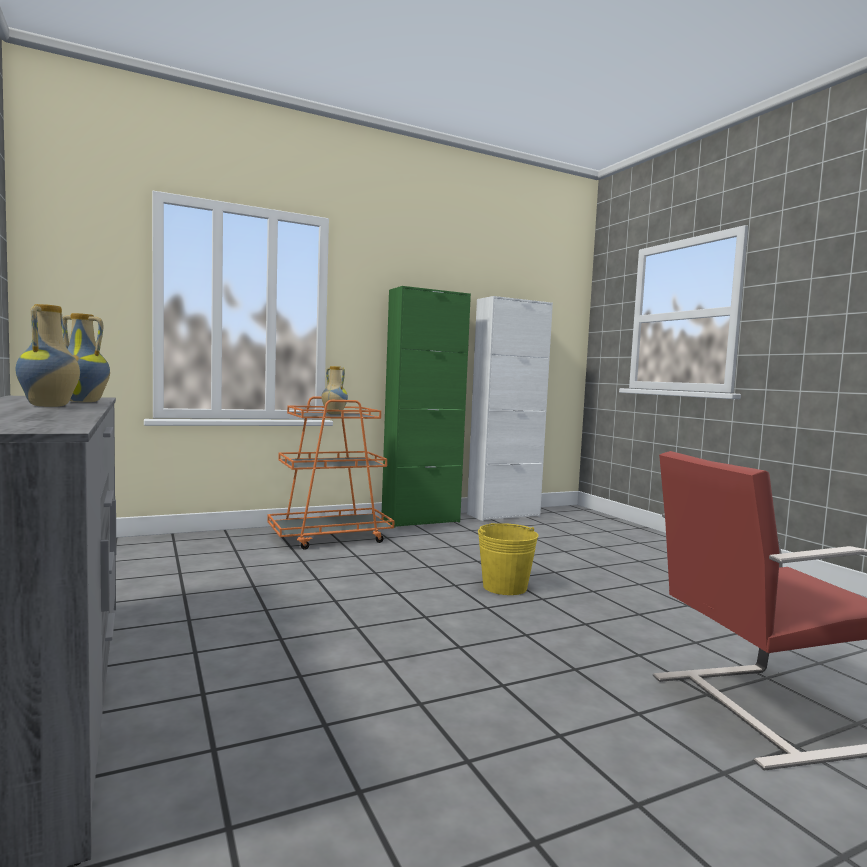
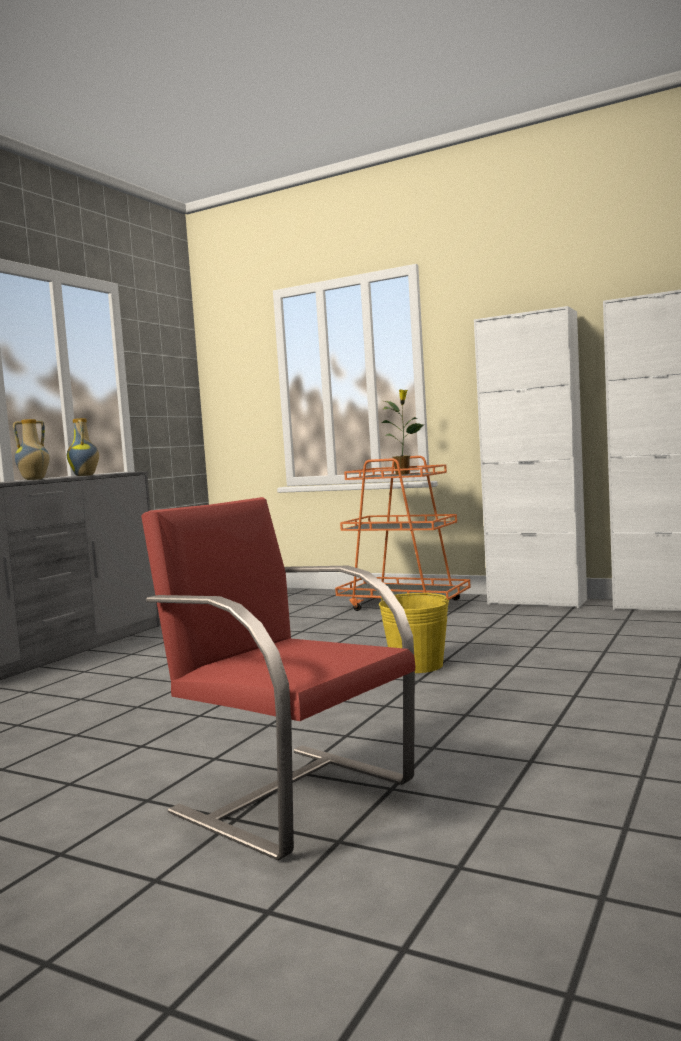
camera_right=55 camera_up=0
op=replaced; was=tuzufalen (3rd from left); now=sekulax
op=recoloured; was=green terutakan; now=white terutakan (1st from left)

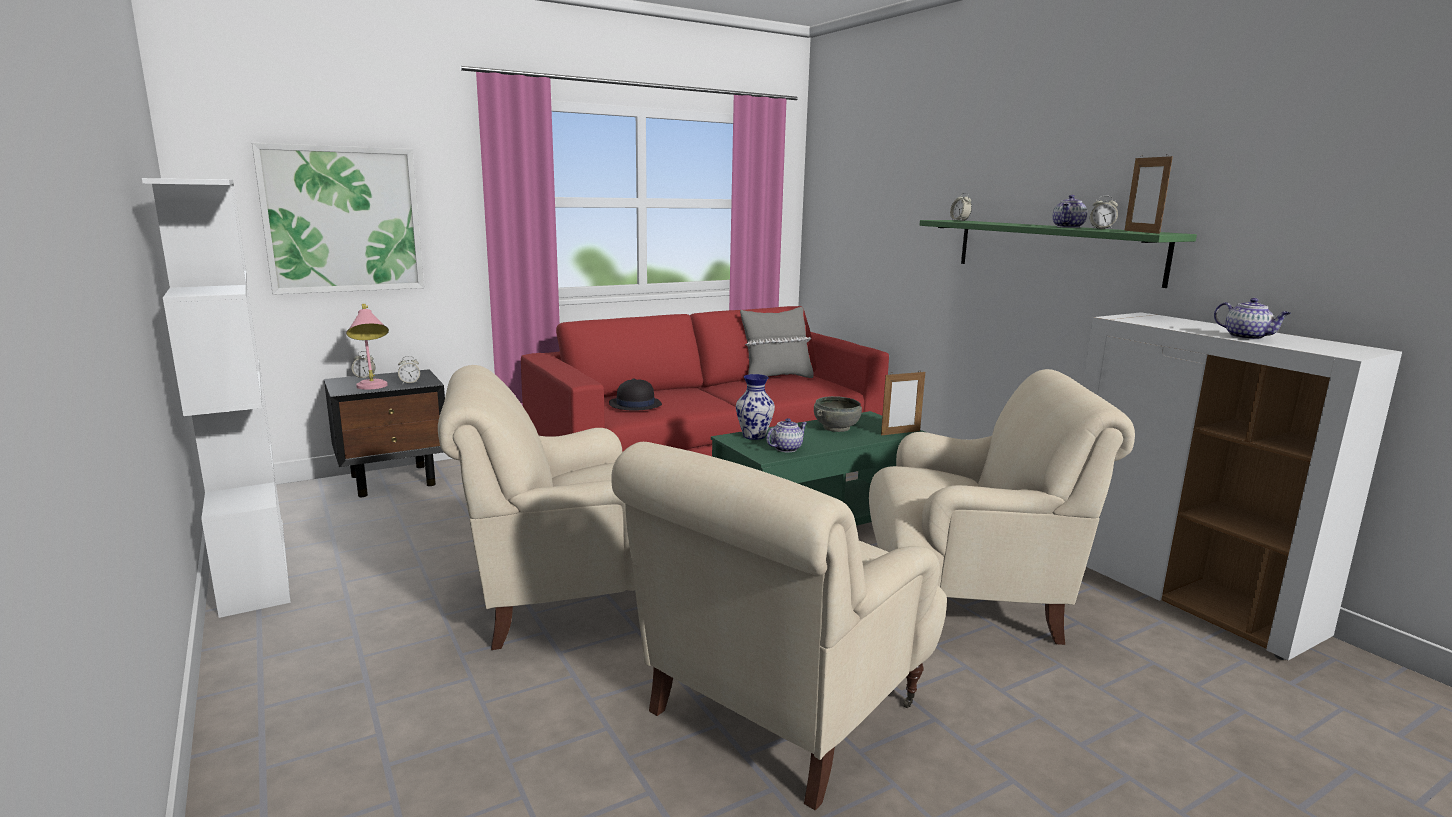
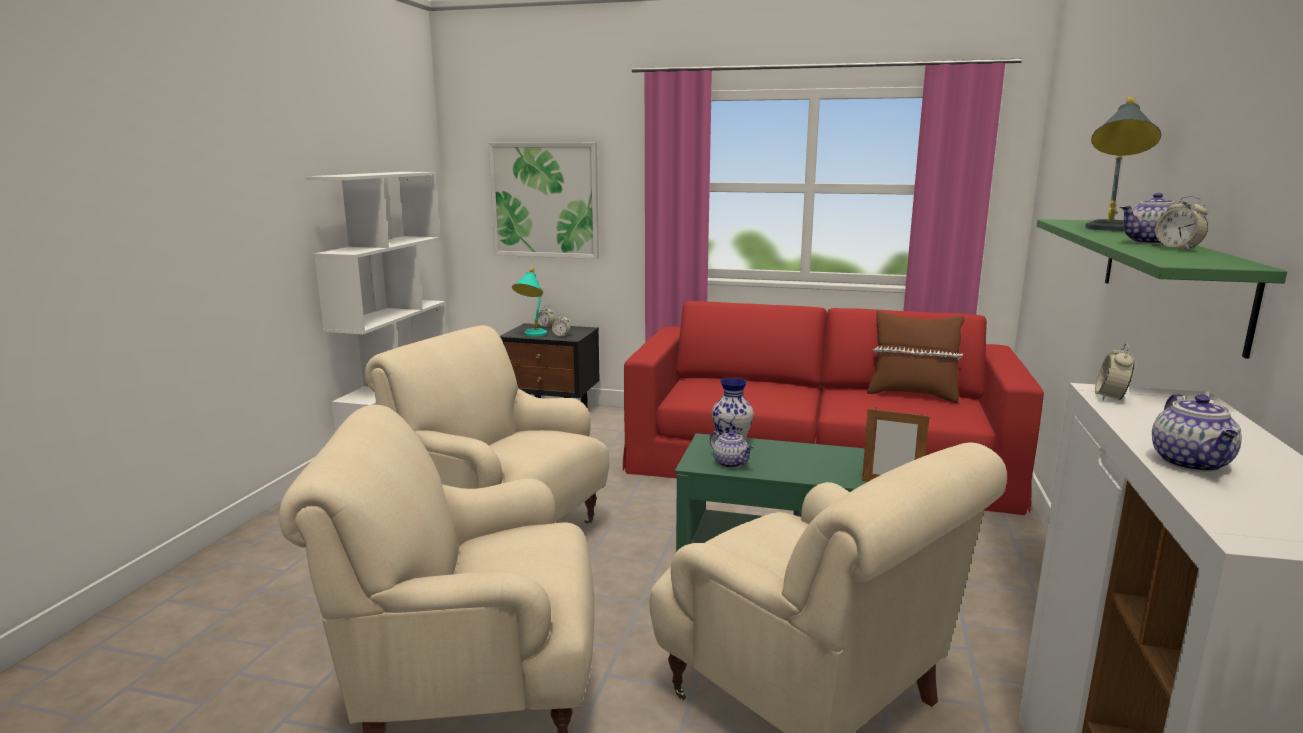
camera_right=45 camera_up=0
op=recoloured; was=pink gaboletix; now=turquoise gaboletix
op=removed; was=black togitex
op=recoloured; was=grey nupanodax; now=brown nupanodax
op=turned; was=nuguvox (1st from left); clockwise=45
op=removed; was=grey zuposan
op=moved; was=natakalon (3rd from left)
op=removed; was=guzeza (2nd from left)
op=added; now=grey gaboletix

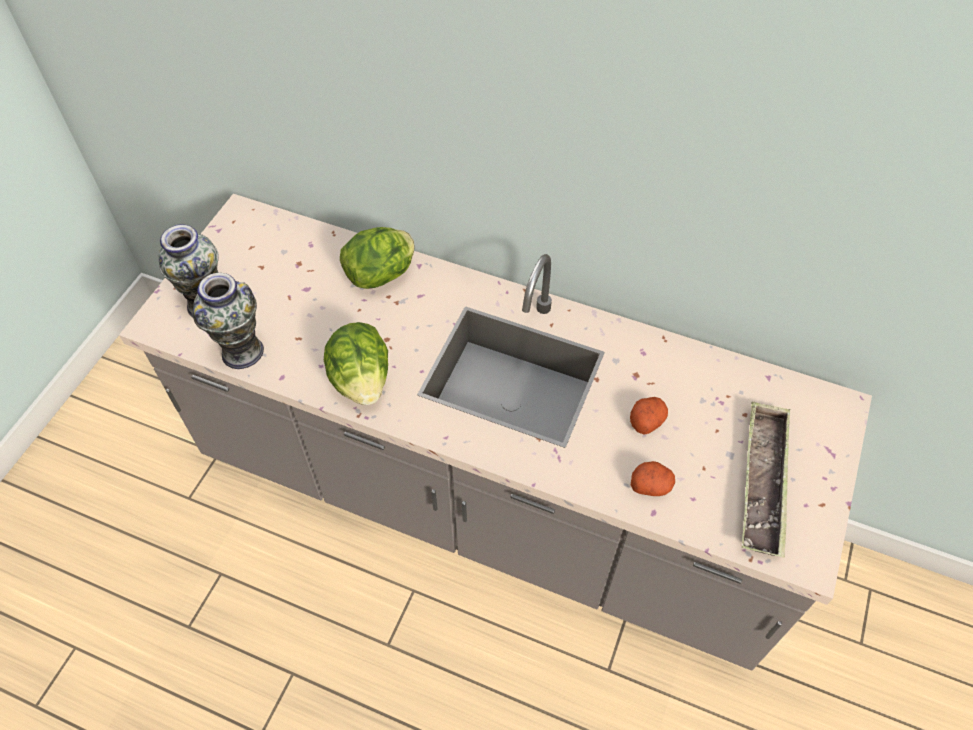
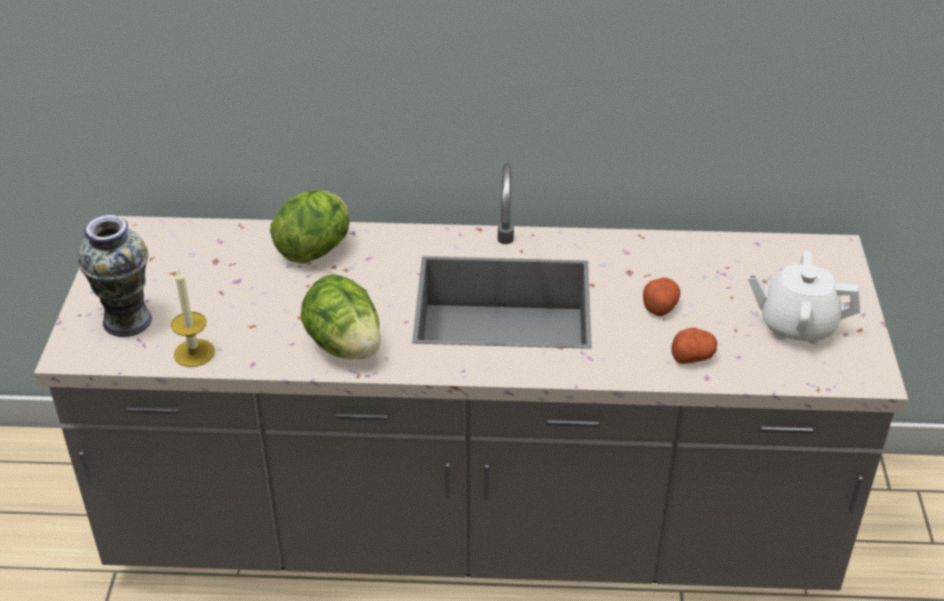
camera_right=-20 camera_up=-15
op=replaced; was=tuzufalen (2nd from left); now=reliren
op=replaced; was=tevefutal; now=white nuguvox

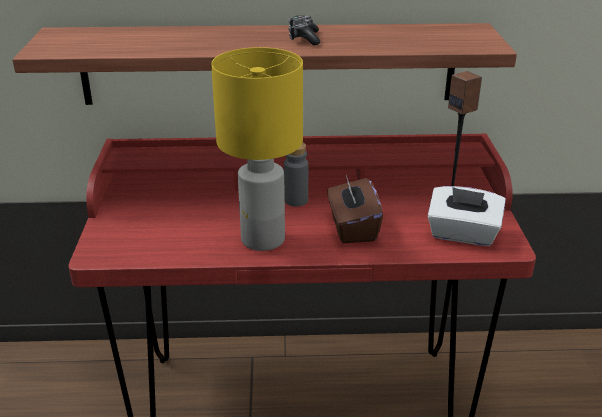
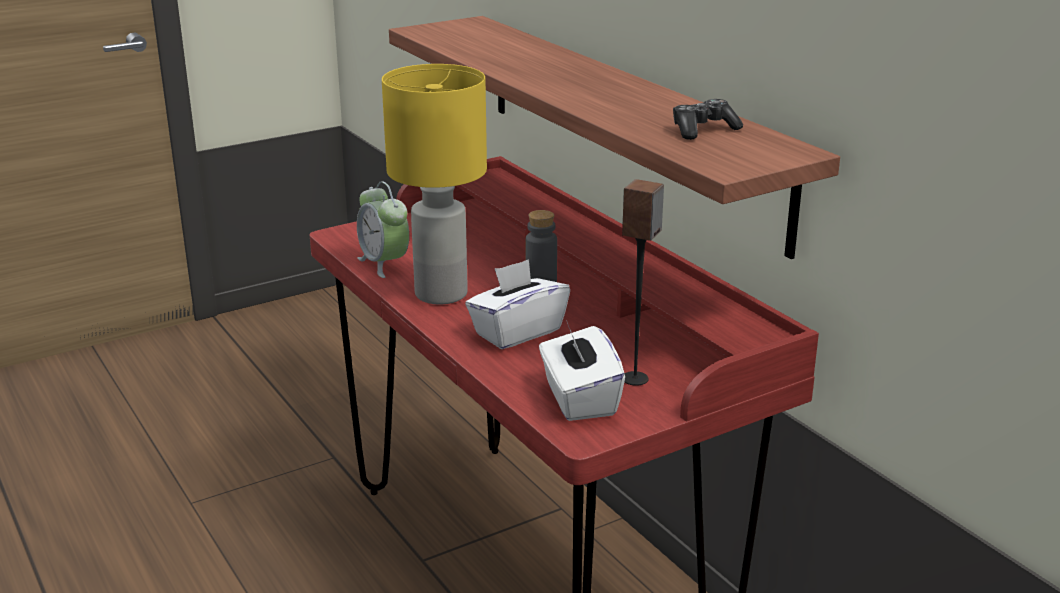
camera_right=60 camera_up=-5
op=moved; was=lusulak
op=recoloured; was=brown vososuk; now=white vososuk (1st from left)
op=added; now=natakalon

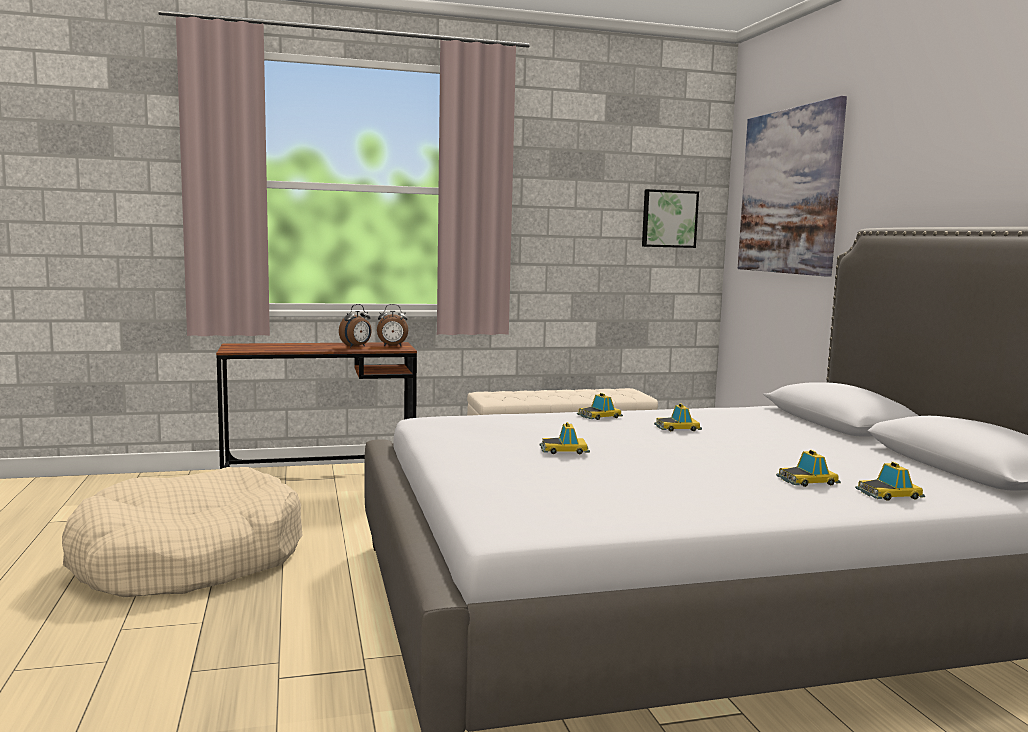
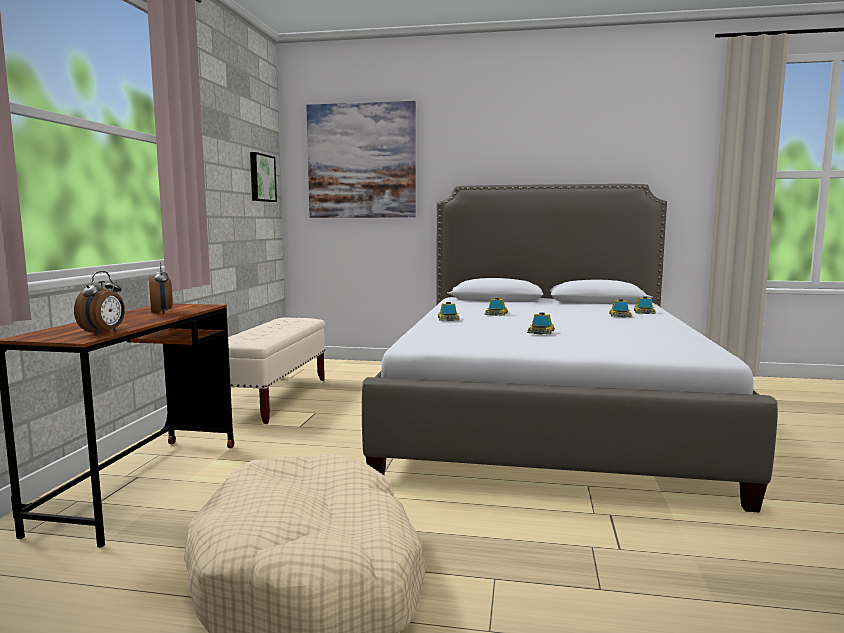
camera_right=-65 camera_up=0
op=moved; was=natakalon (2nd from left in the first image); now=natakalon (1st from left)

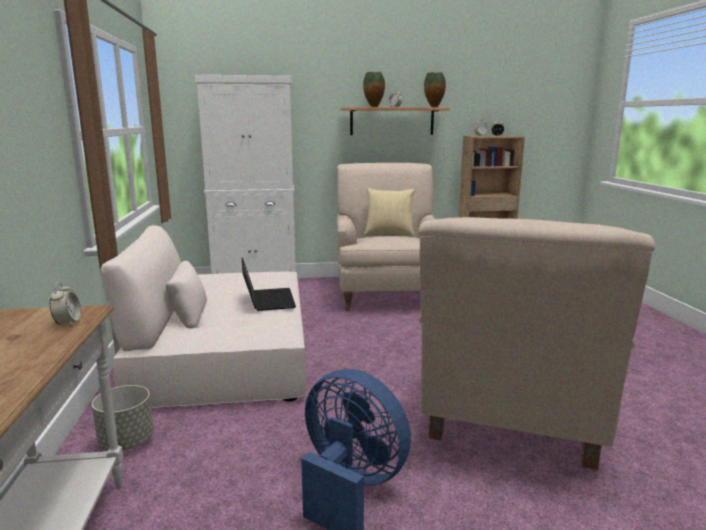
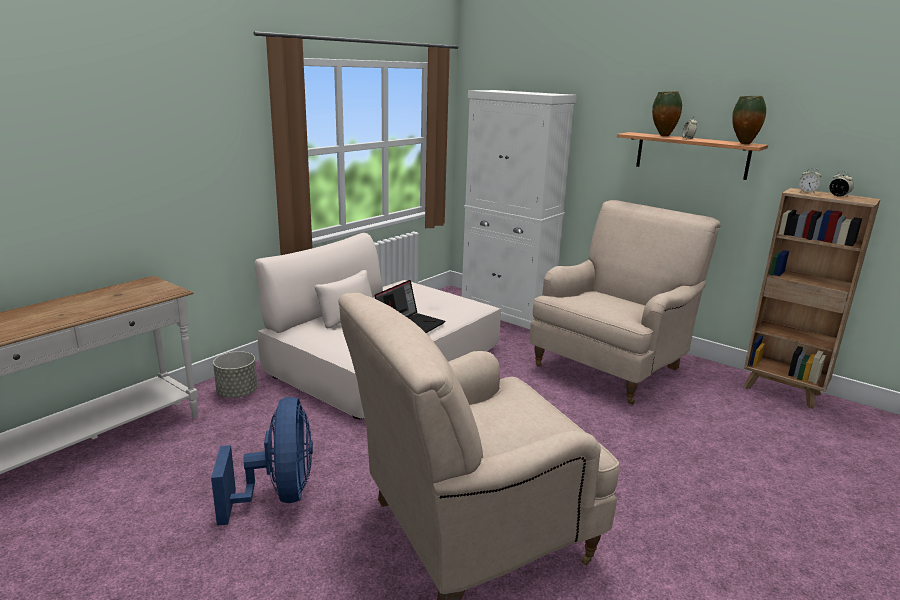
camera_right=45 camera_up=5
op=removed; was=natakalon (1st from left)
op=removed; was=nupanodax

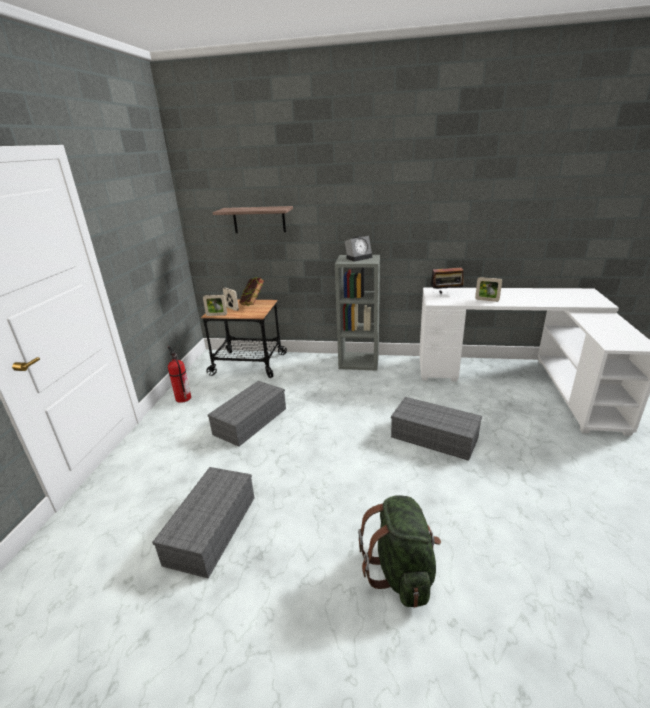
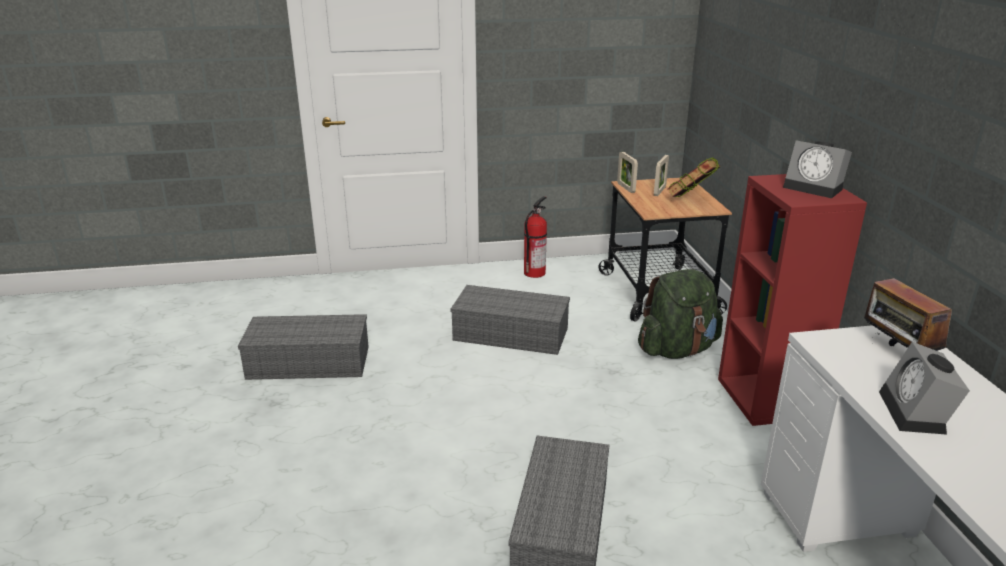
camera_right=70 camera_up=0
op=removed; was=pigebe
op=recoloured; was=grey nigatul; now=red nigatul
op=moved; was=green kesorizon
op=replaced; was=guzeza (3rd from left); now=natakalon (2nd from left)

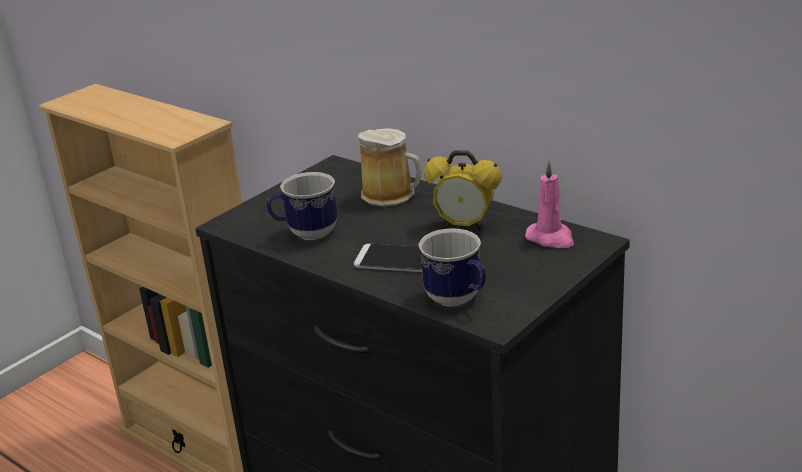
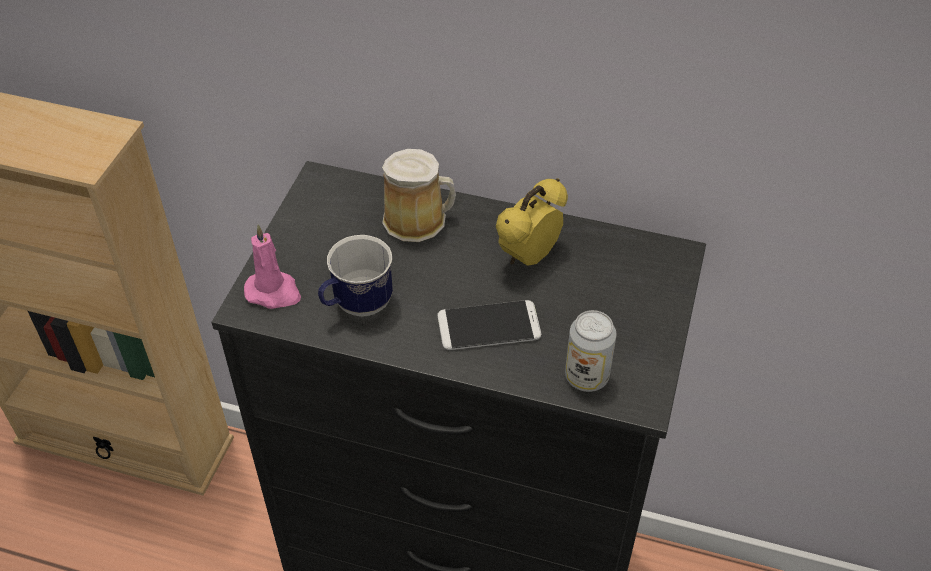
camera_right=-25 camera_up=20
op=replaced; was=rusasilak (3rd from left); now=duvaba
op=turned; was=natakalon; clockwise=135
op=moved; was=pink reliren

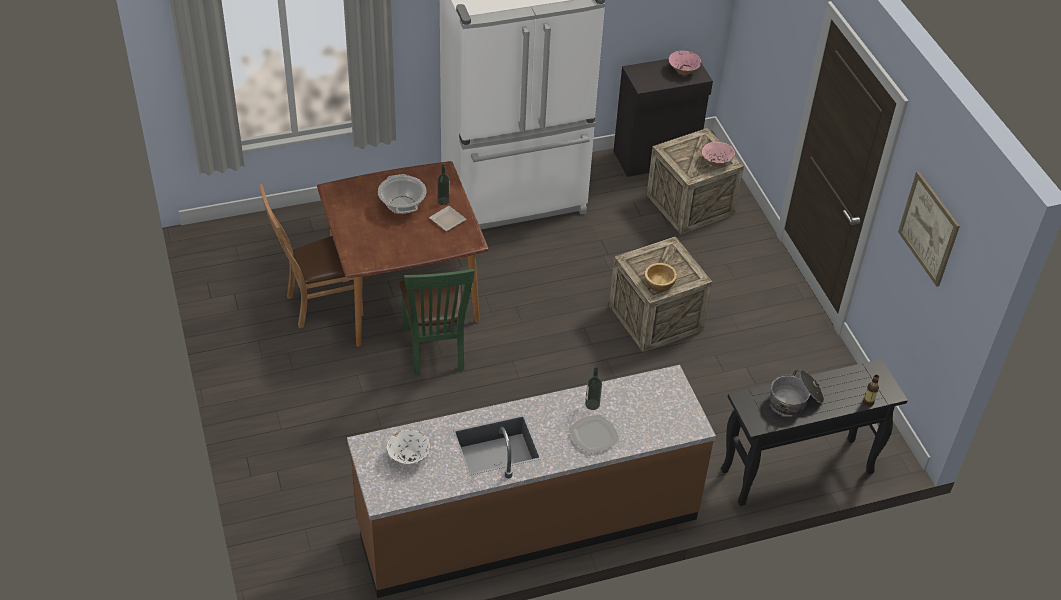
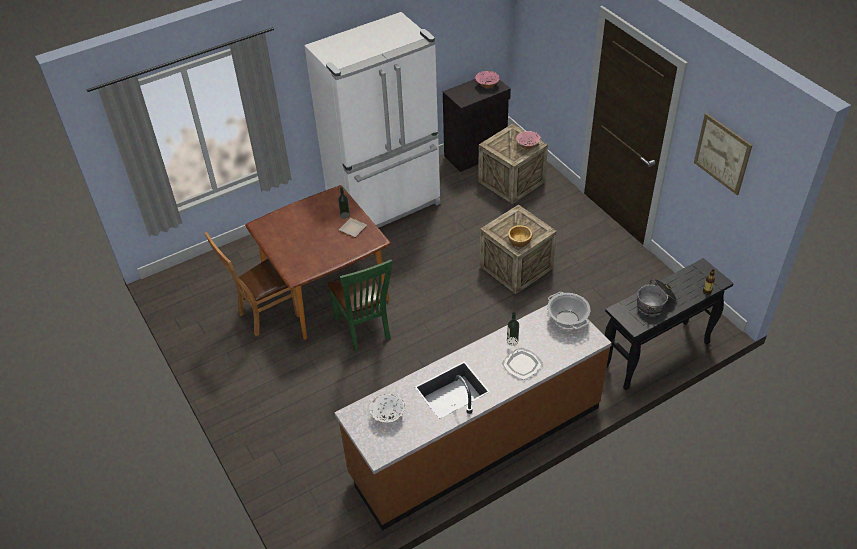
camera_right=-10 camera_up=0
op=moved; was=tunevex (1st from left)

